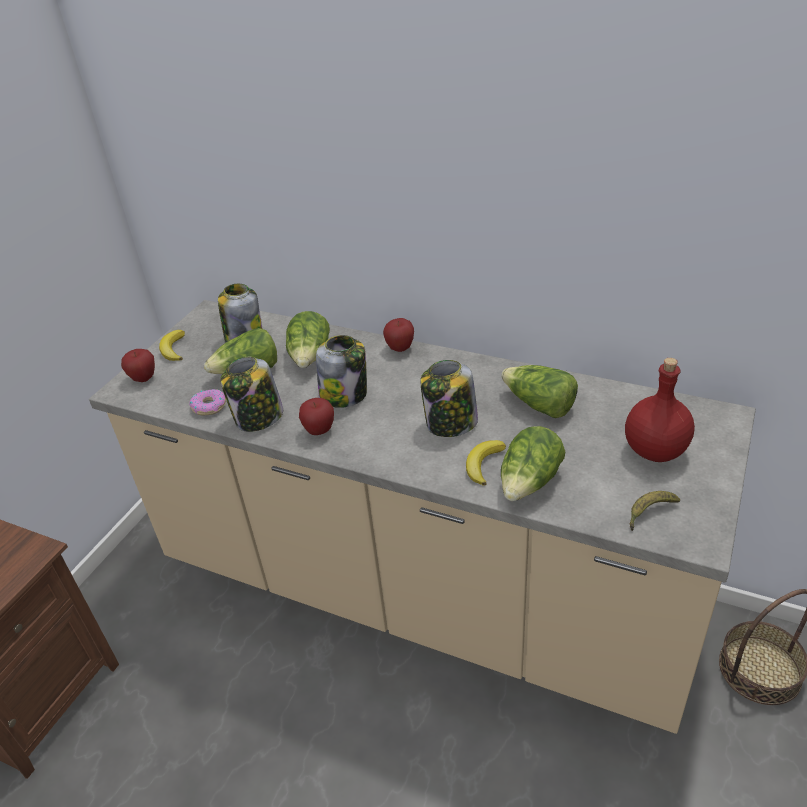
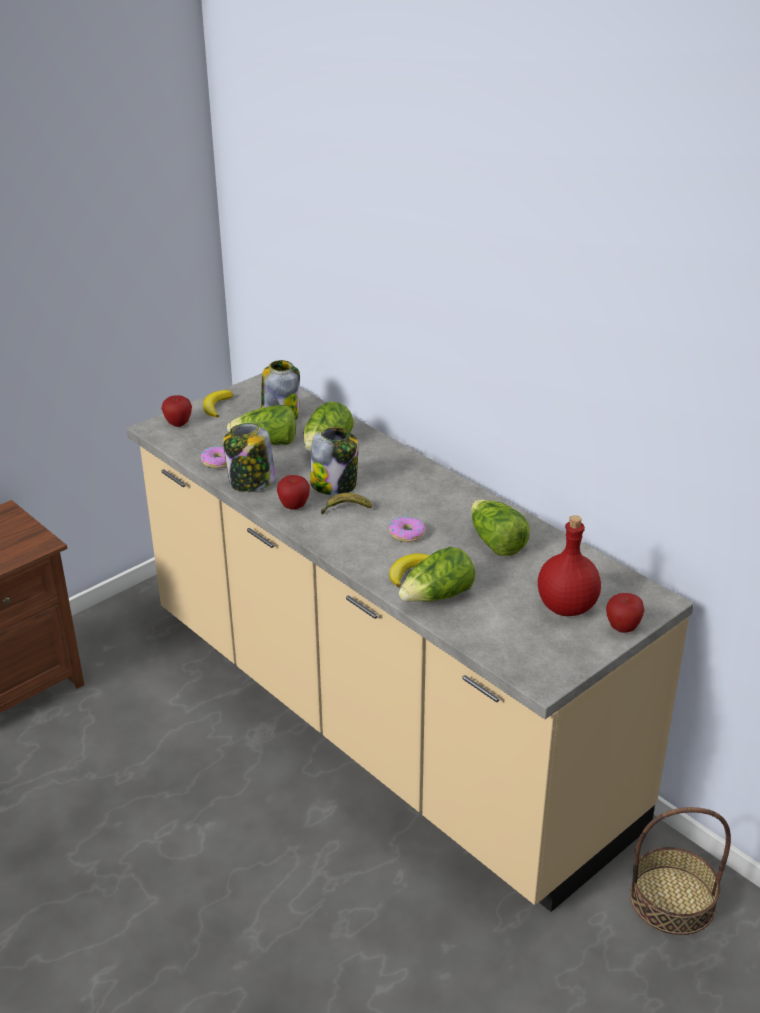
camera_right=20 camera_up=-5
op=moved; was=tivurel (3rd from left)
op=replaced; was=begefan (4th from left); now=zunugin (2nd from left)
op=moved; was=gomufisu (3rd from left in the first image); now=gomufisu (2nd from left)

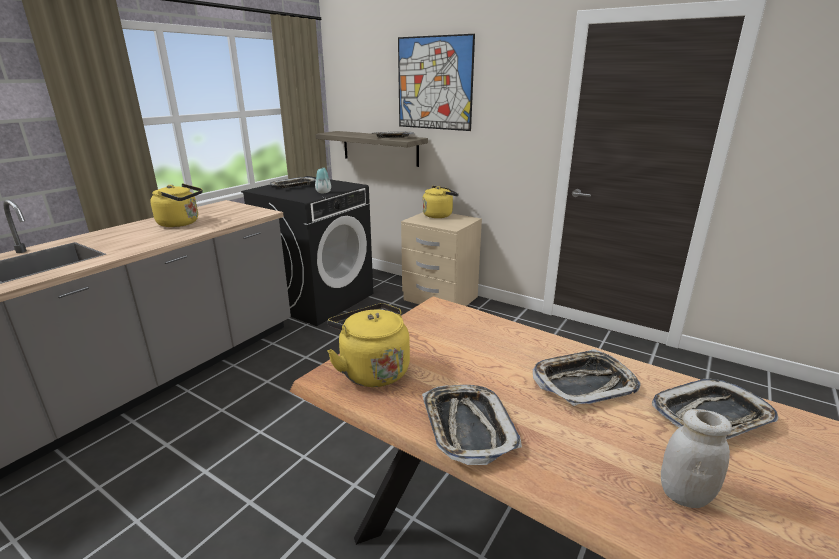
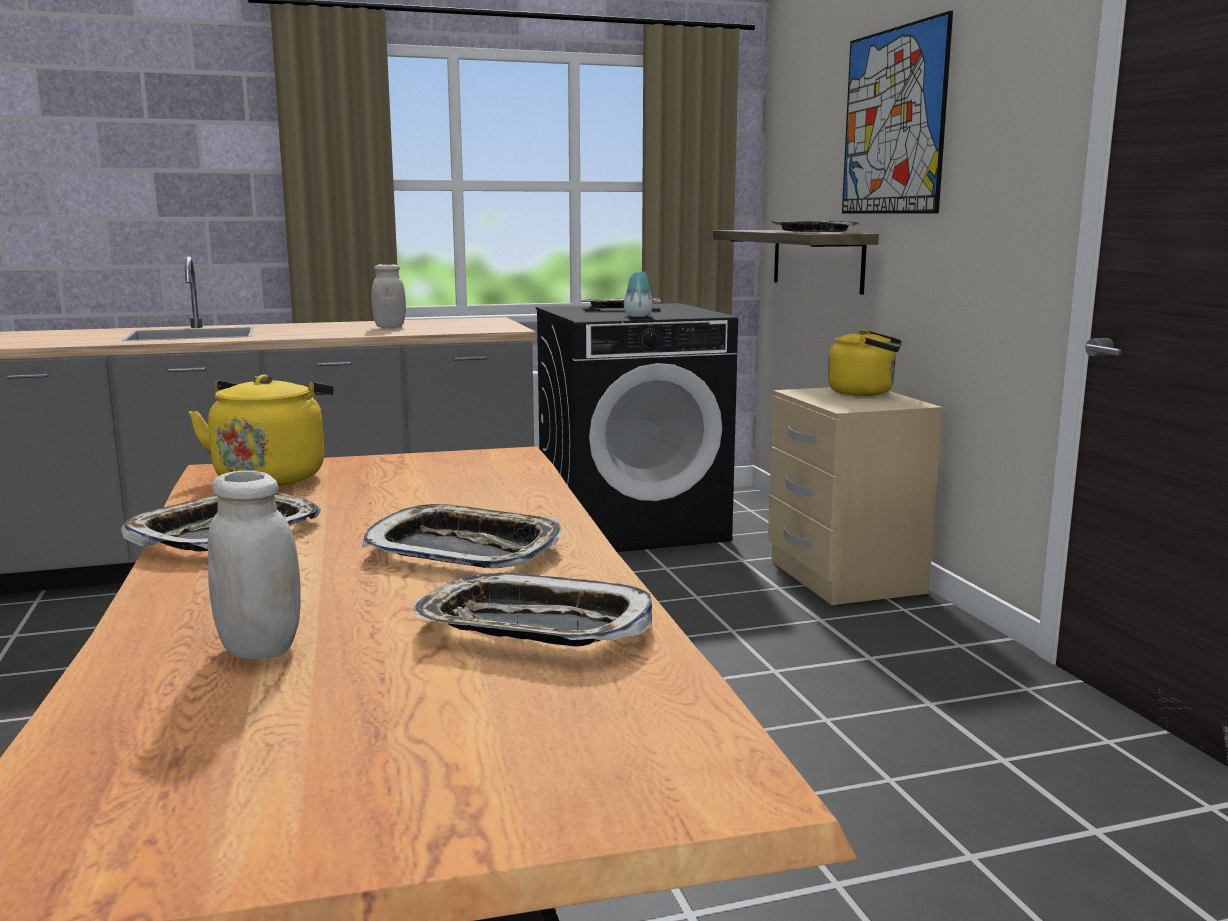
camera_right=40 camera_up=-10
op=replaced; was=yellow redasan (1st from left); now=white begefan (2nd from left)

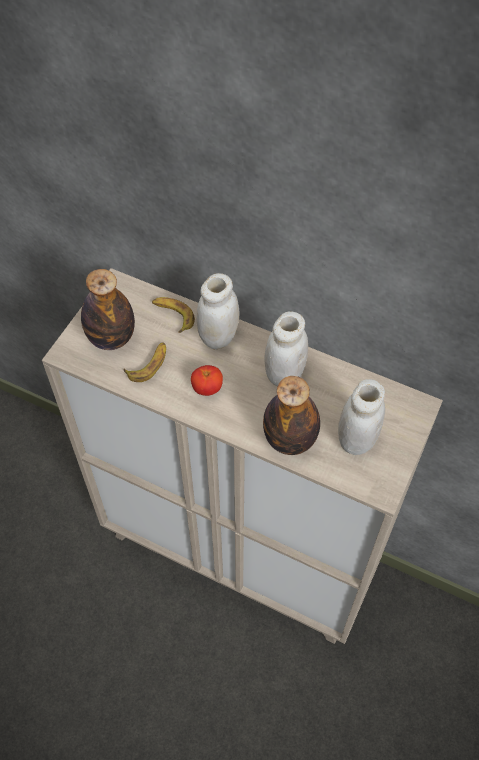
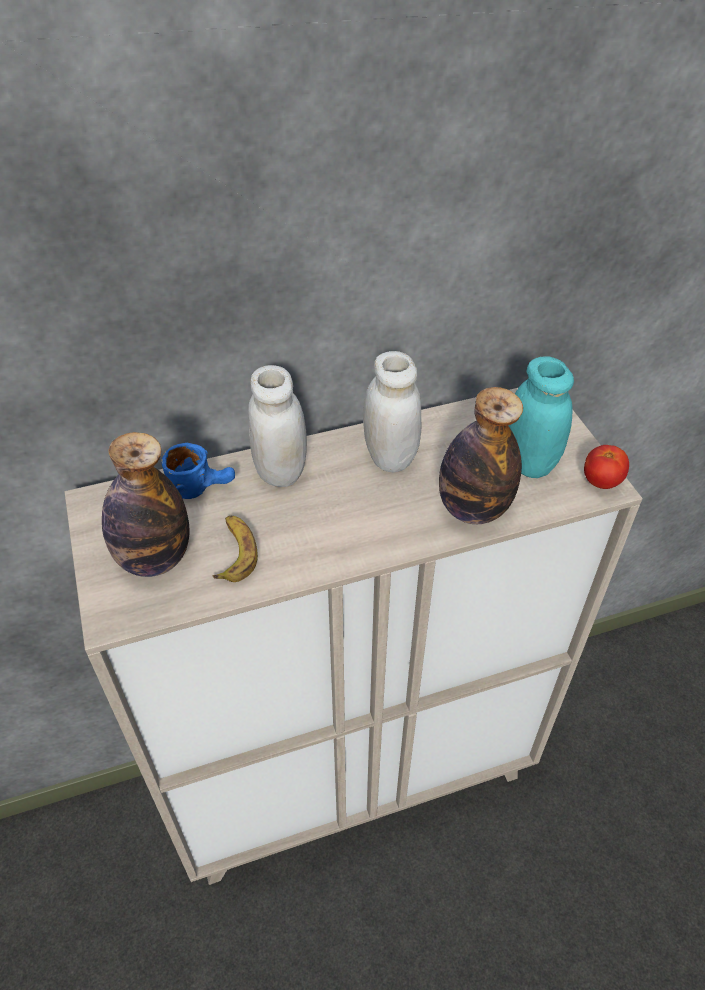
camera_right=-45 camera_up=-10
op=replaced; was=gomufisu (2nd from left); now=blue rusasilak
op=moved; was=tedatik
op=recoloured; was=white begefan (3rd from left); now=turquoise begefan

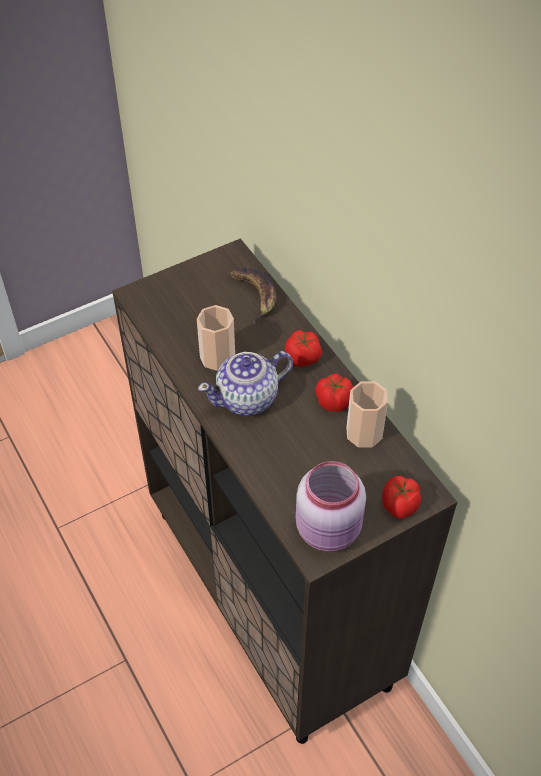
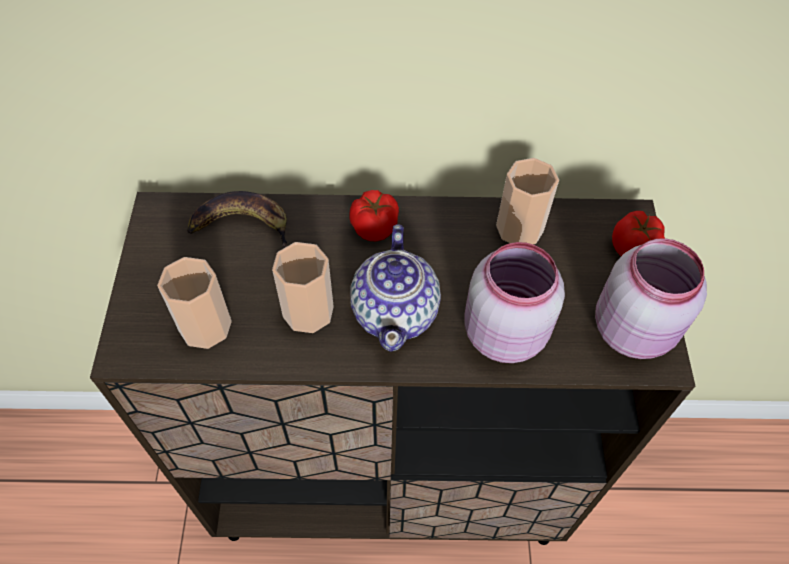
camera_right=-60 camera_up=5
op=removed; was=tedatik (2nd from left)
op=added; now=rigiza (1st from left)
op=added; now=pink begefan (1st from left)

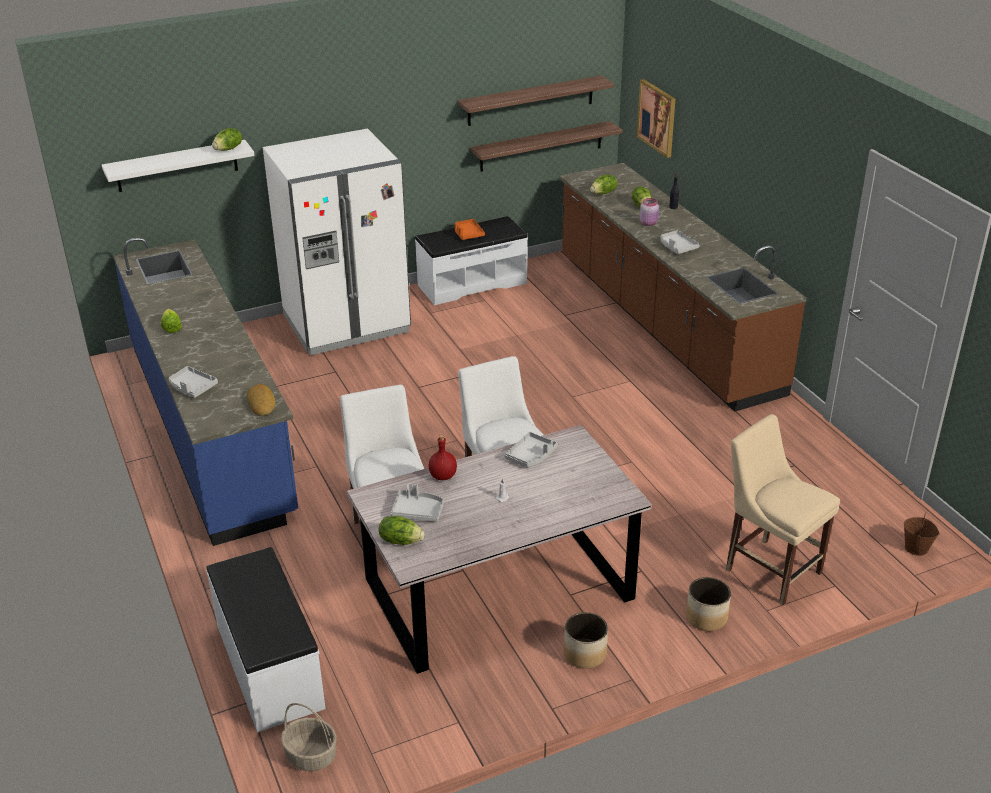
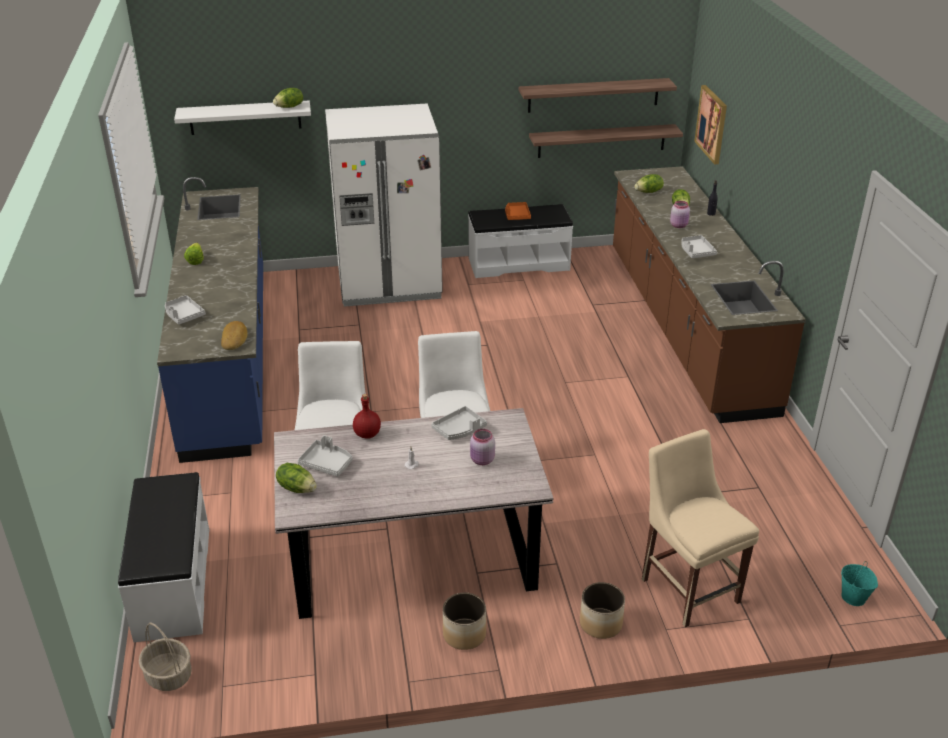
camera_right=15 camera_up=0
op=recoloured; was=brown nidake; now=turquoise nidake
op=added; now=pink begefan (1st from left)

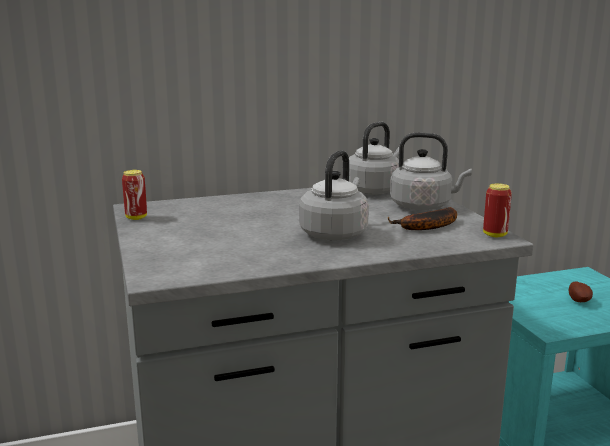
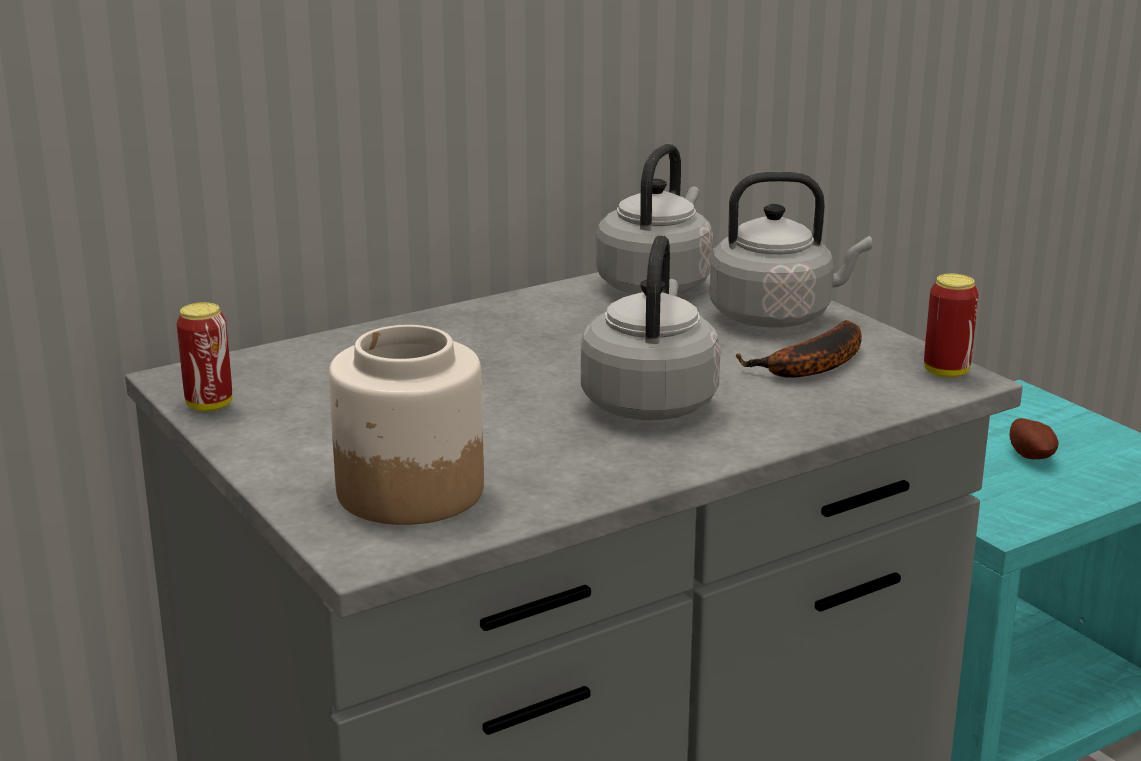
camera_right=-15 camera_up=5
op=added; now=begefan

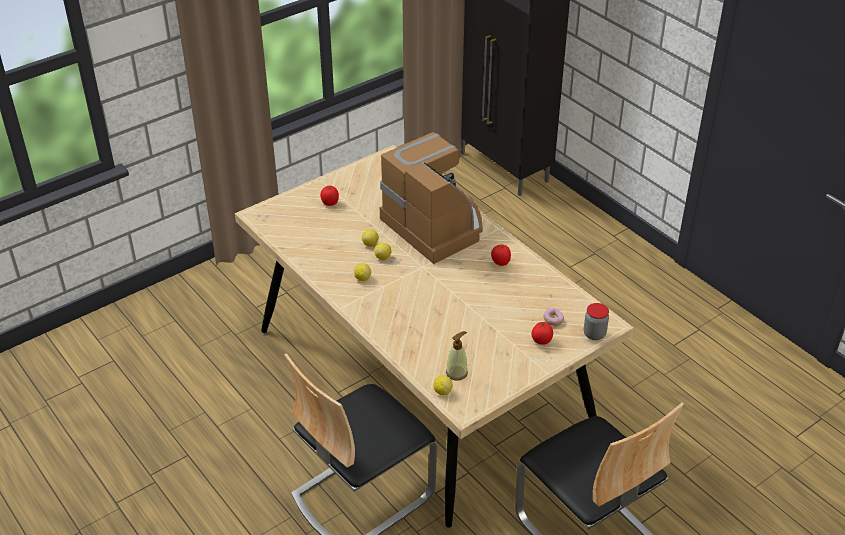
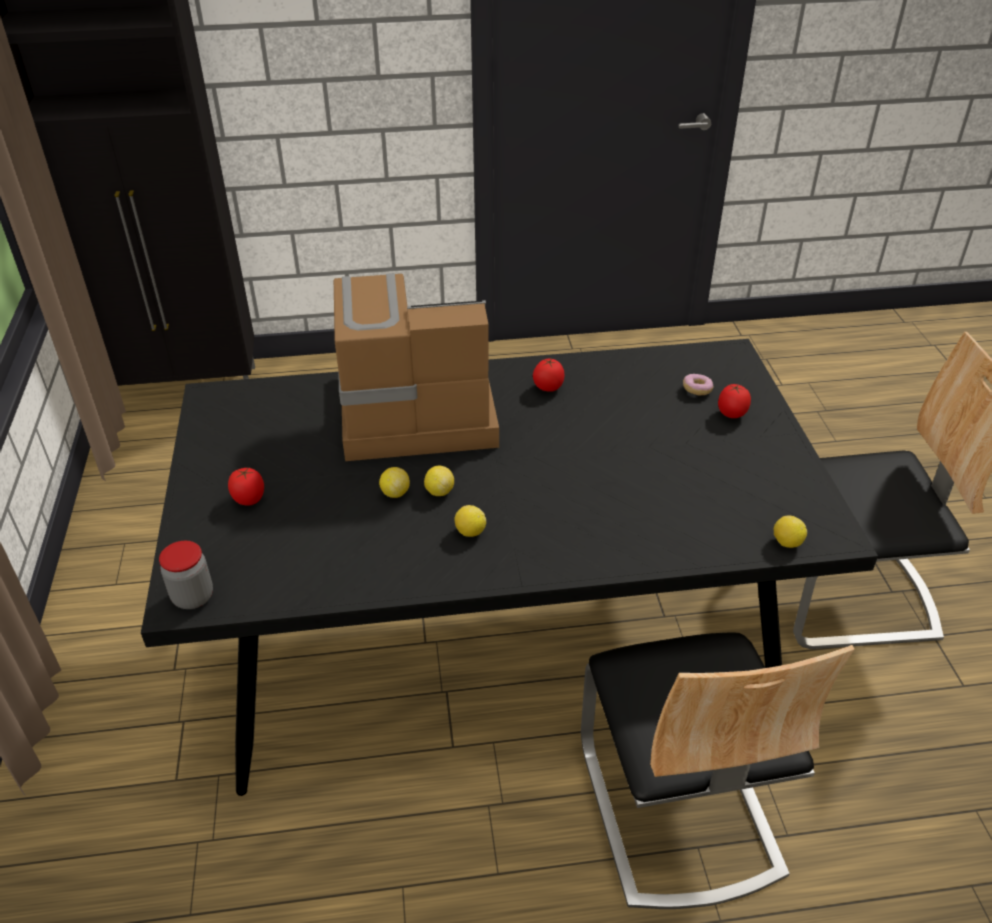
camera_right=-60 camera_up=0
op=recoloured; was=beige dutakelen; now=black dutakelen
op=removed; was=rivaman
op=moved; was=begefan

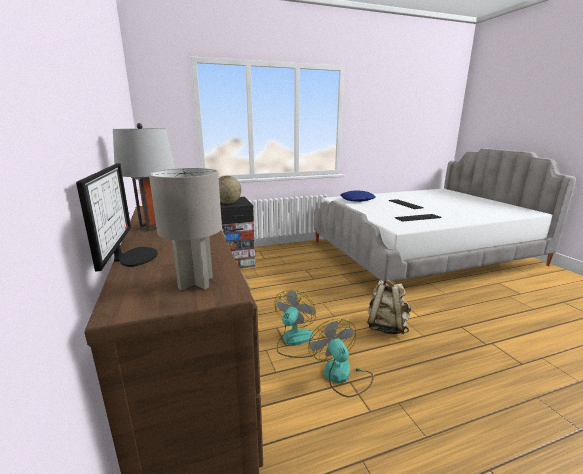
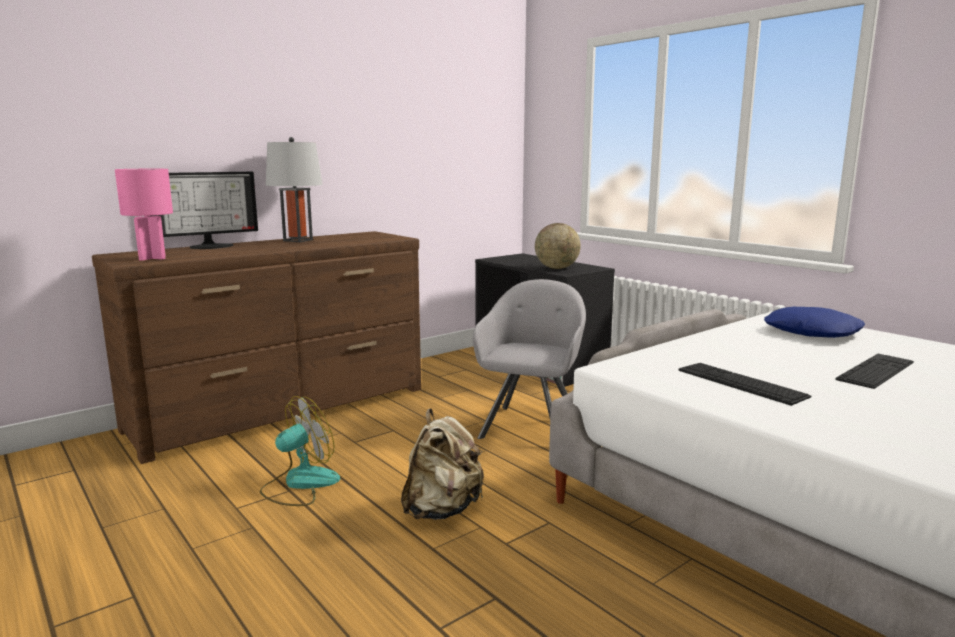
camera_right=70 camera_up=-5
op=recoloured; was=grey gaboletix (2nd from left); now=pink gaboletix
op=removed; was=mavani (1st from left)
op=added; now=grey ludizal

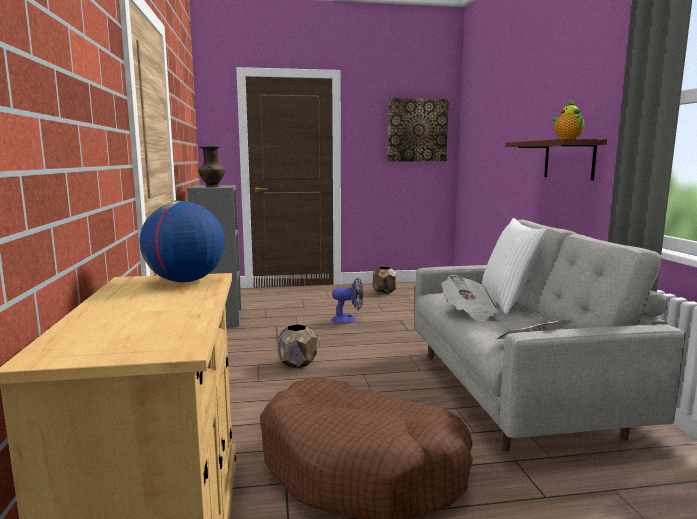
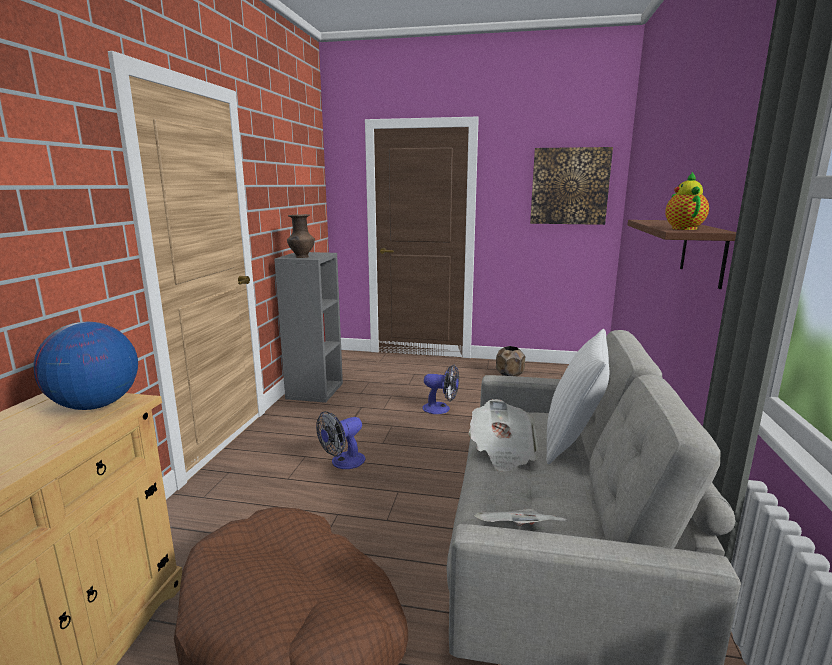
camera_right=20 camera_up=5
op=replaced; was=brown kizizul (1st from left); now=mavani (1st from left)

